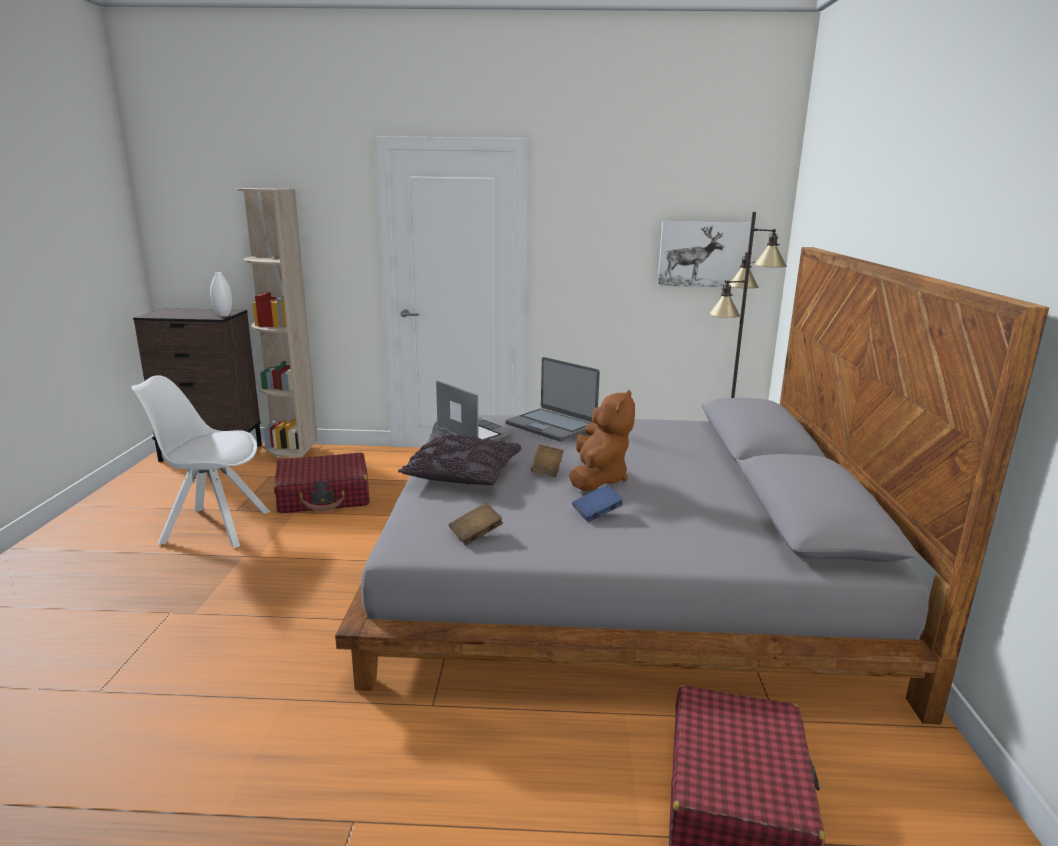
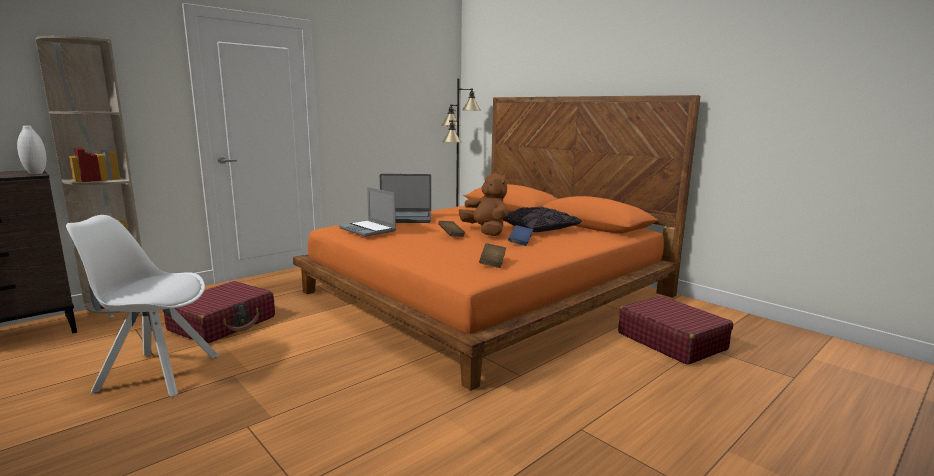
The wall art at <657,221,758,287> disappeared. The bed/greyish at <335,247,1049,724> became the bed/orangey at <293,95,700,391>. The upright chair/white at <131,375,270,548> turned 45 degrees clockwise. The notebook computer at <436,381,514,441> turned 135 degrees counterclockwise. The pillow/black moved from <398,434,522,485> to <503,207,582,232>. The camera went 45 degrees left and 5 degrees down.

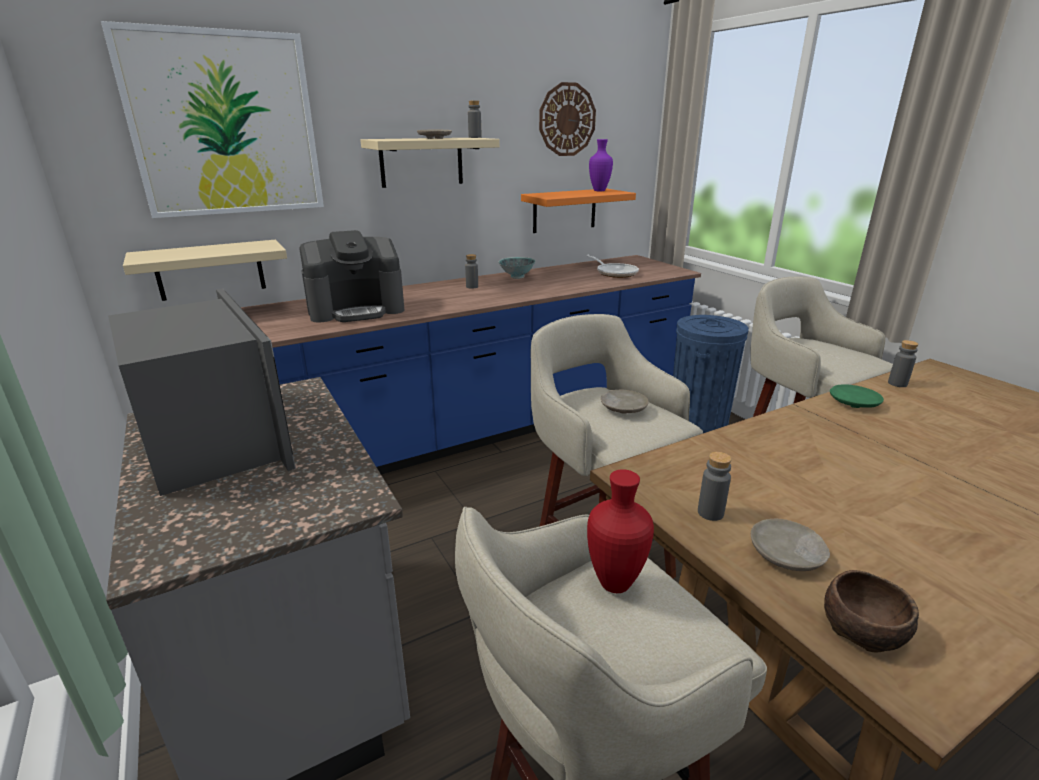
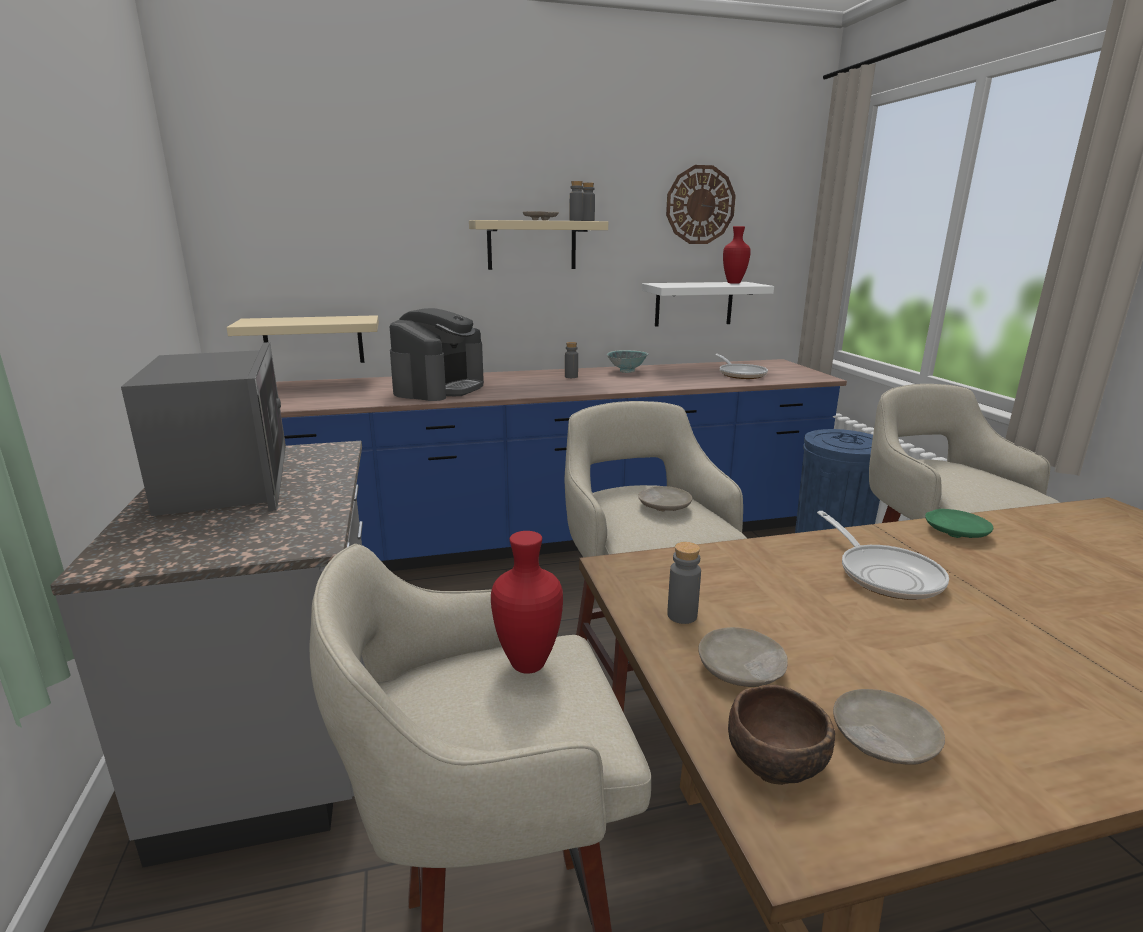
The wall art at <101,21,324,218> disappeared. The decorative vase/purple at <589,139,613,191> became the decorative vase/red at <723,226,751,284>. The shelf/orangey at <521,189,636,233> became the shelf/white at <642,282,774,326>. The coffee machine at <299,230,405,322> turned 60 degrees counterclockwise. The bottle/greyish moved from <888,340,919,387> to <570,181,584,221>. The skillet at <817,511,949,600> appeared. The dinner plate/beige-coloured at <833,689,945,765> appeared. The camera went 15 degrees right and 5 degrees down.

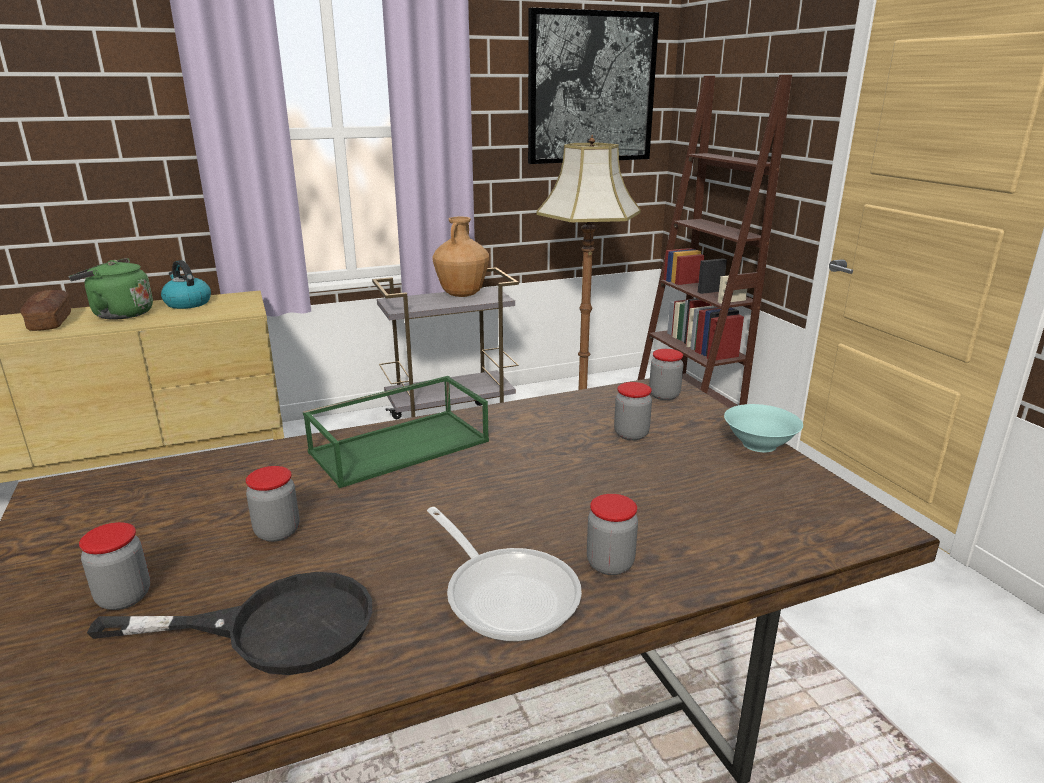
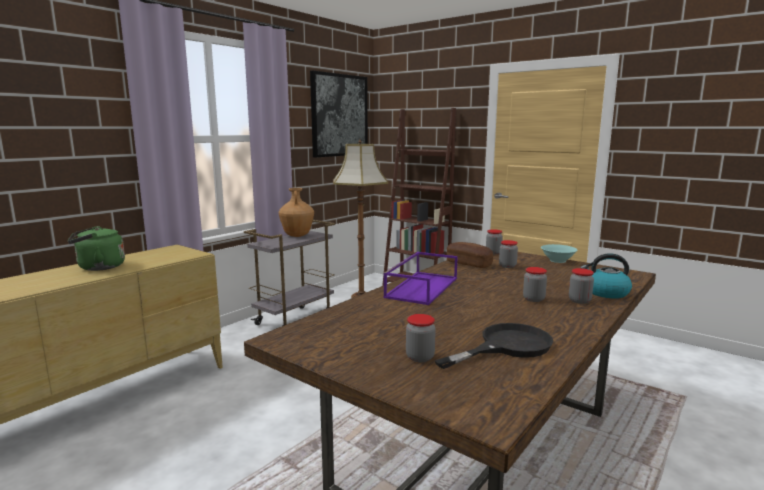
The kettle moved from <161,260,211,309> to <580,253,632,299>. The bread moved from <20,290,71,331> to <447,242,493,268>. The carrying tray/green-coloured at <303,376,489,488> became the carrying tray/purple at <384,252,458,305>. The jar moved from <246,466,300,542> to <523,267,547,302>. The skillet at <427,507,582,641> disappeared. The camera went 30 degrees left and 10 degrees down.

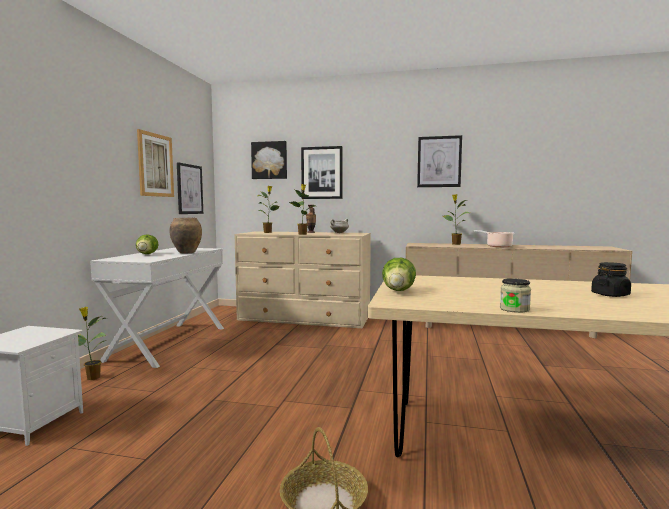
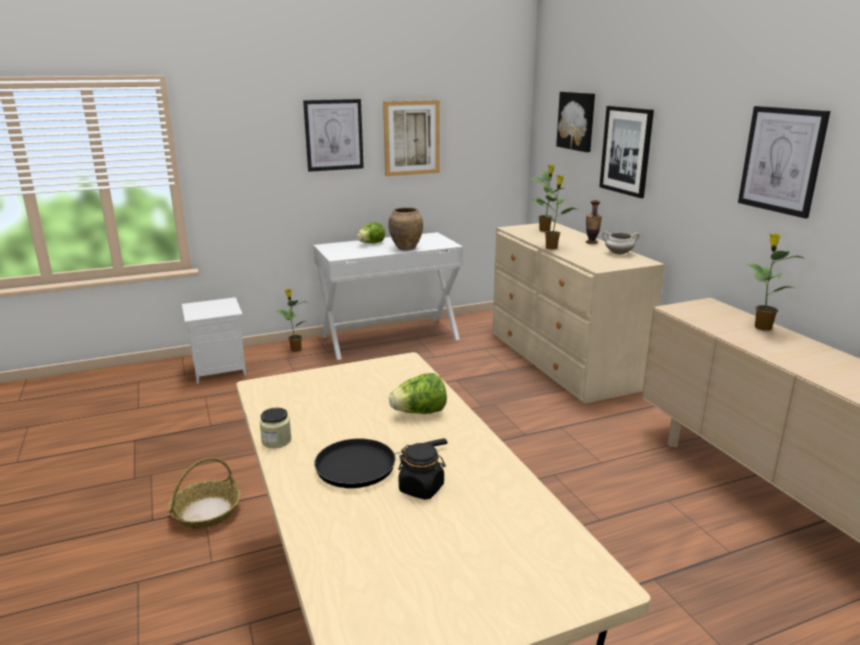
The wall art moved from <177,162,203,214> to <303,99,364,172>. The stockpot at <474,230,514,247> disappeared. The head of lettuce moved from <382,258,416,291> to <389,373,447,414>. The skillet/black at <314,438,447,488> appeared. The camera went 55 degrees right and 15 degrees up.

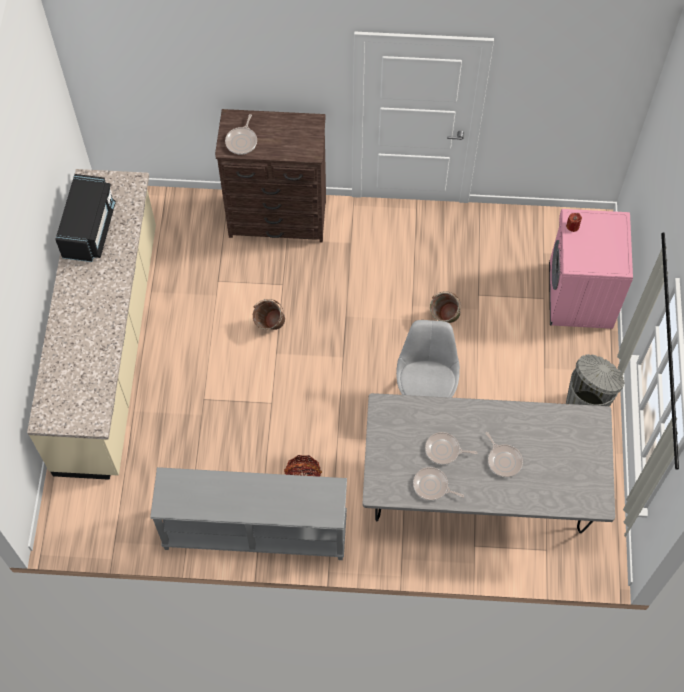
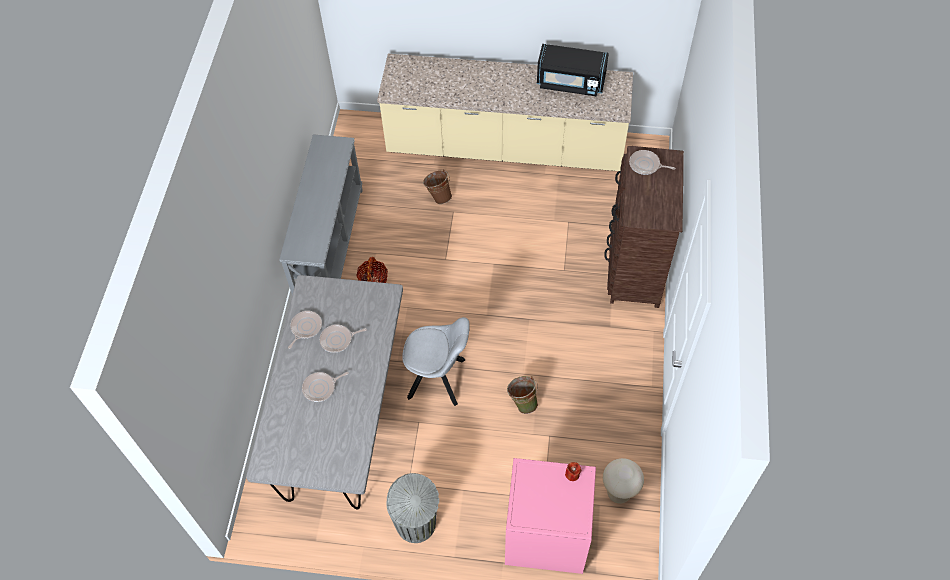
The bucket/brown moved from <253,299,285,330> to <423,169,452,204>. The skillet at <425,432,477,465> turned 120 degrees counterclockwise. The sitting stool/beige-coloured at <603,458,644,504> appeared. The camera went 95 degrees right and 5 degrees down.

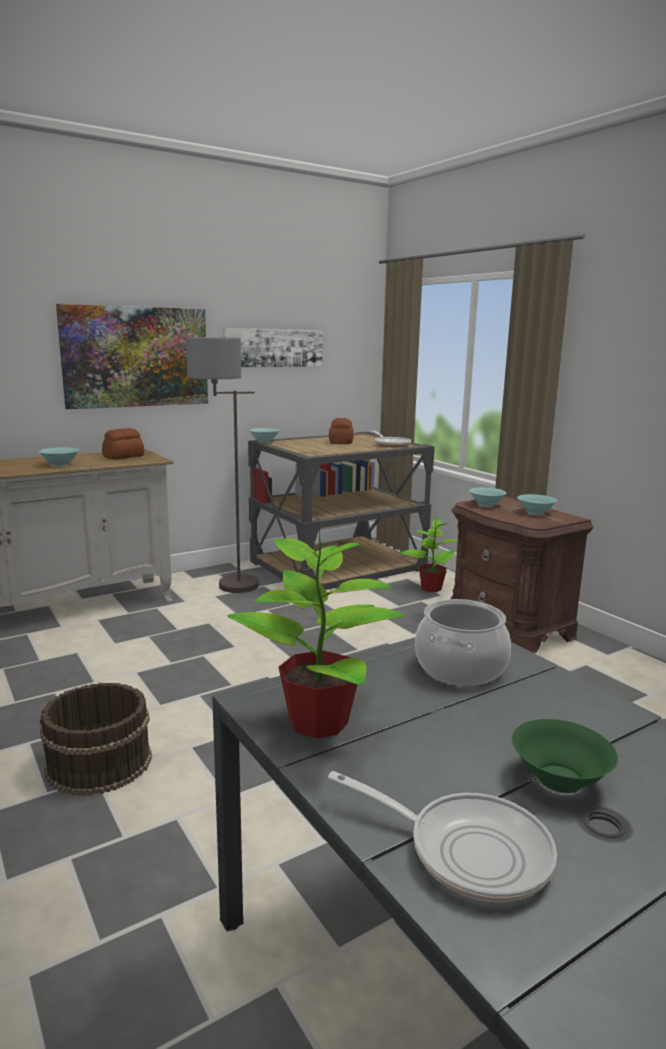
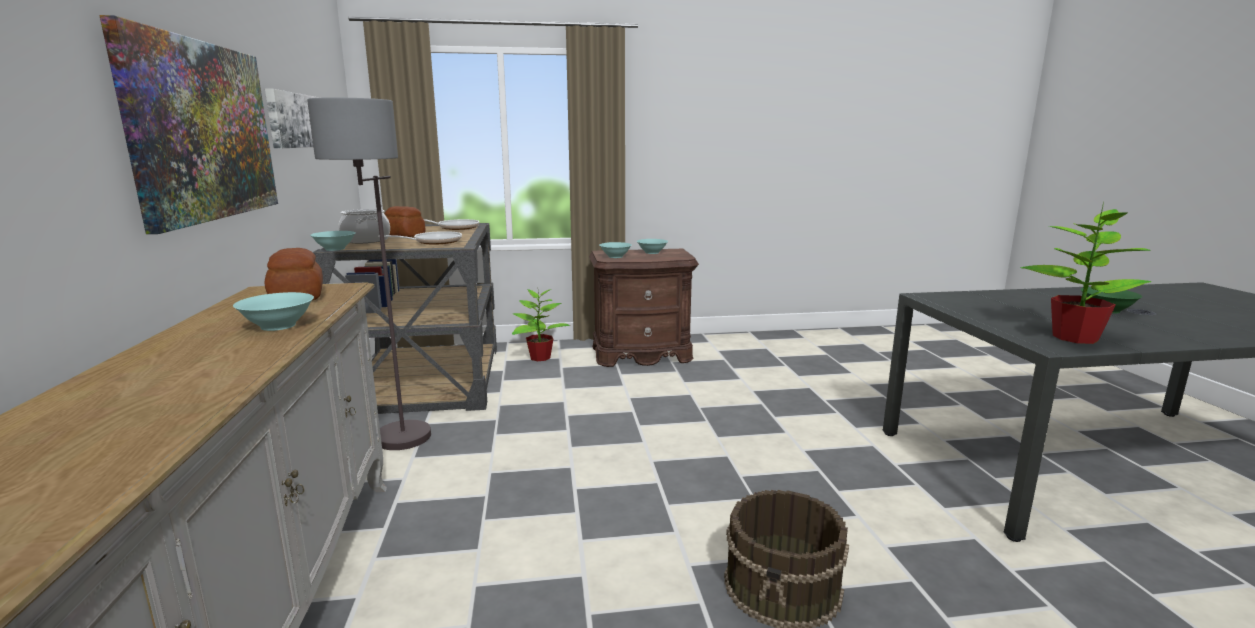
The stockpot moved from <415,599,511,685> to <338,209,390,243>. The skillet moved from <328,771,557,902> to <378,231,462,245>. The camera went 65 degrees left and 0 degrees up.

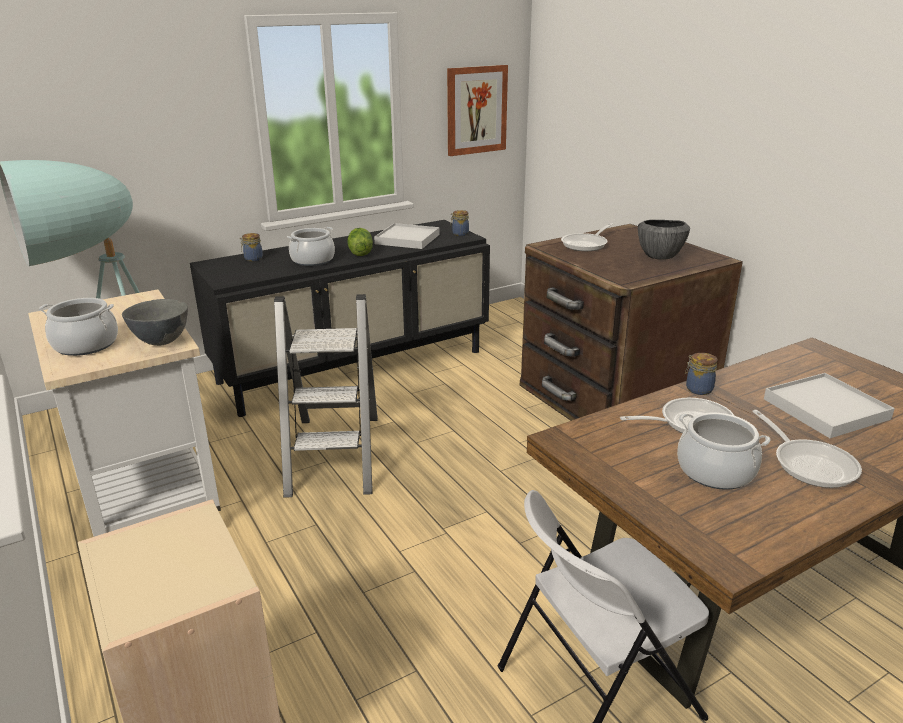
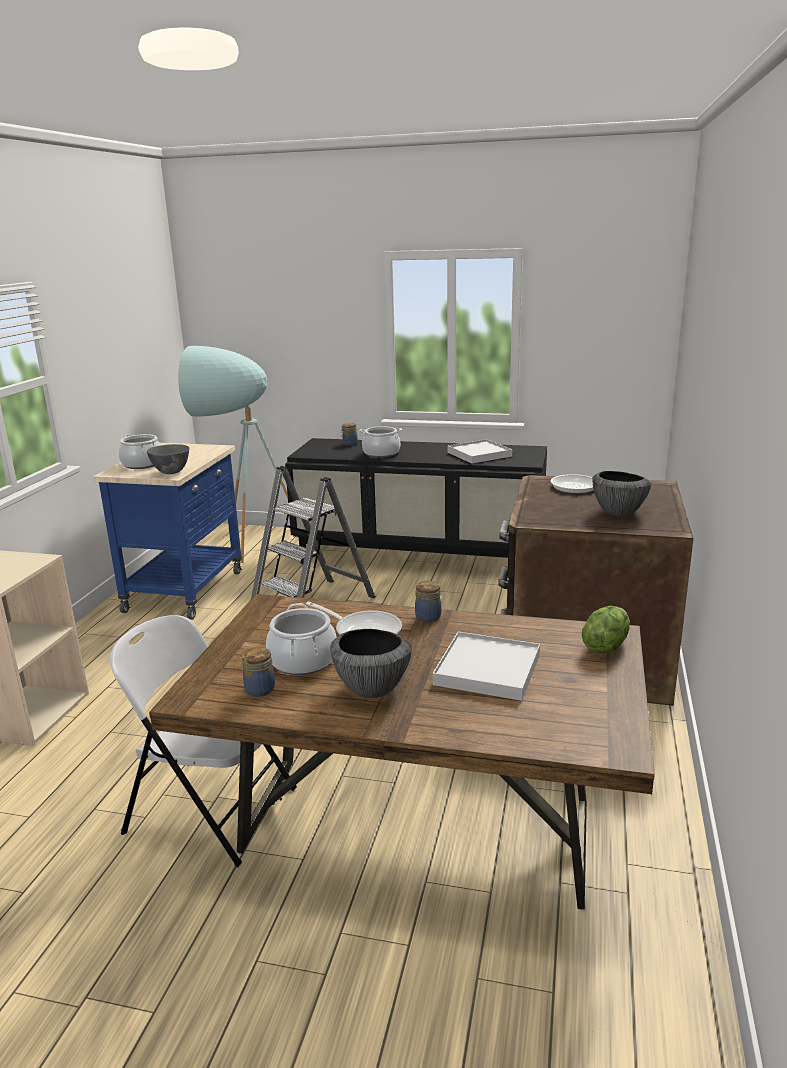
The wall art at <447,65,508,156> disappeared. The jar moved from <450,210,469,236> to <242,647,275,697>. The head of lettuce moved from <347,228,373,256> to <582,606,630,653>. The wheeled cart/white at <28,289,221,537> became the wheeled cart/blue-coloured at <93,443,242,619>. The skillet at <752,410,862,488> was replaced by the bowl at <330,629,412,698>. The camera went 45 degrees right and 5 degrees down.

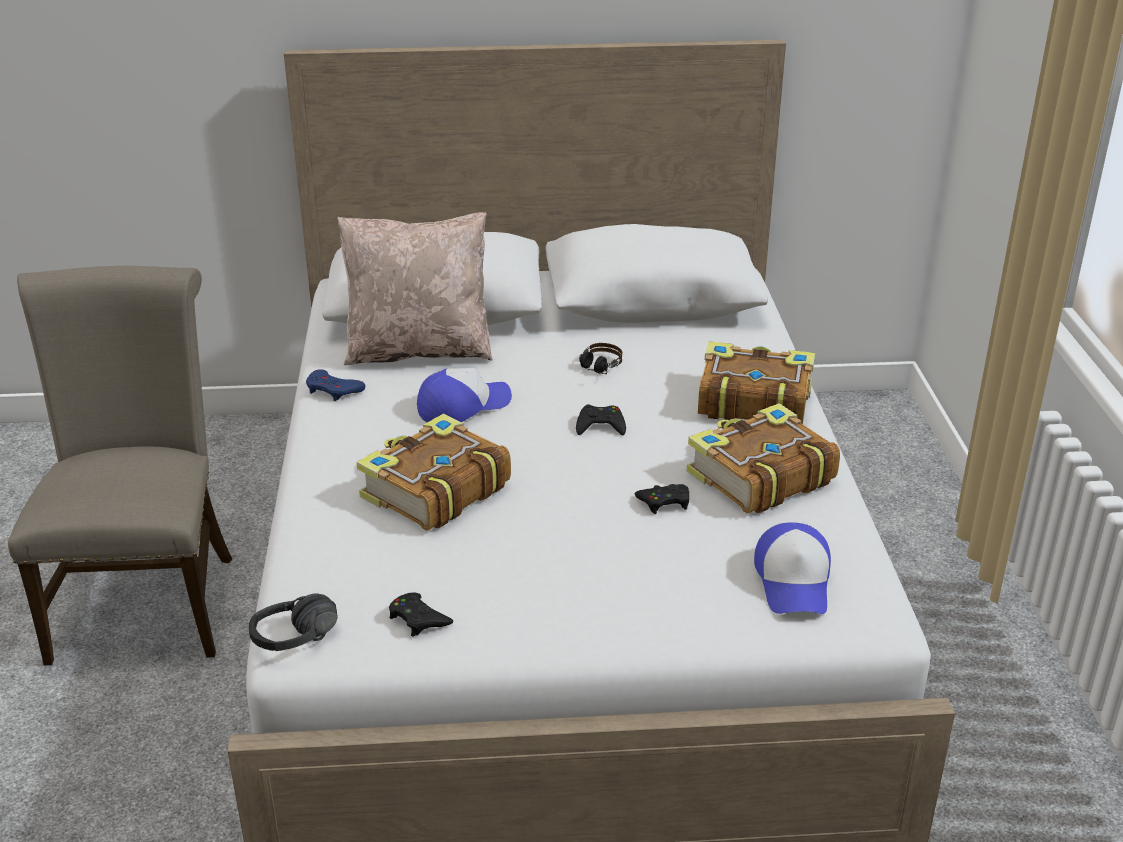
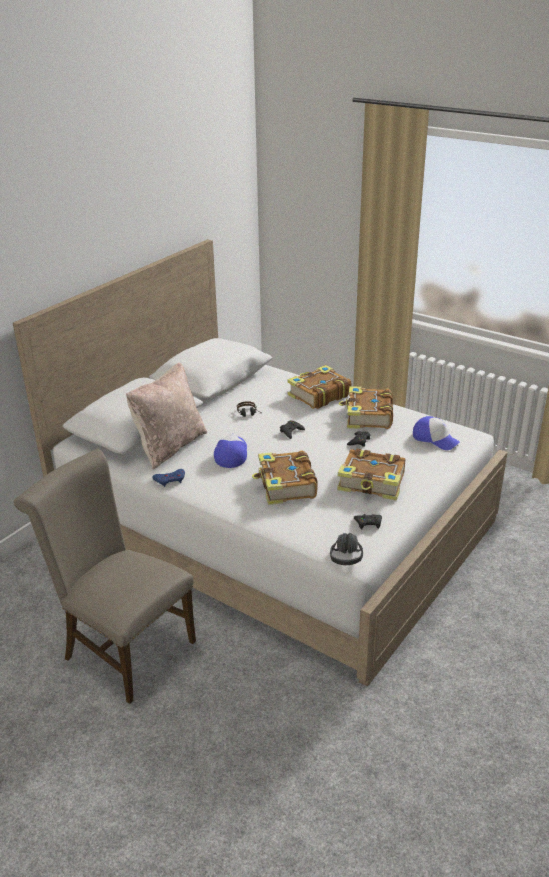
The volume at <337,448,405,501> appeared. The camera went 50 degrees left and 0 degrees up.

